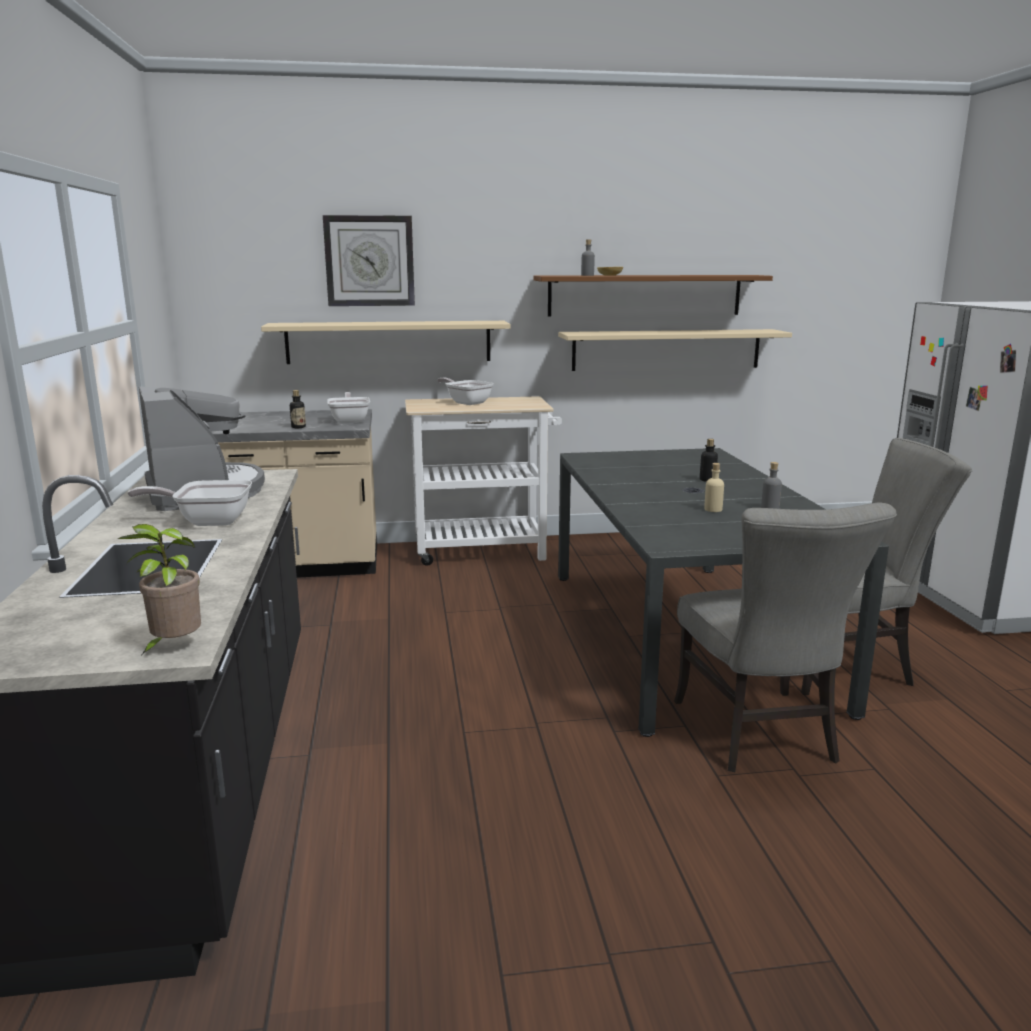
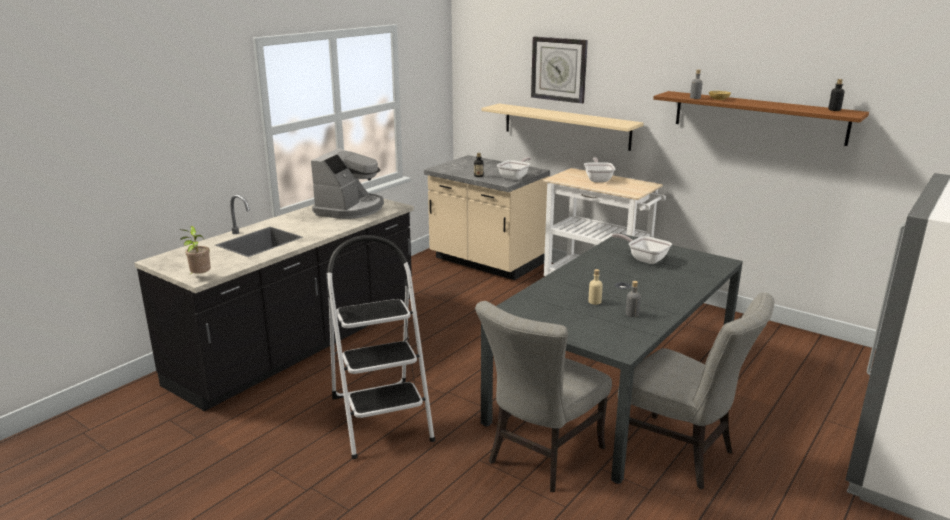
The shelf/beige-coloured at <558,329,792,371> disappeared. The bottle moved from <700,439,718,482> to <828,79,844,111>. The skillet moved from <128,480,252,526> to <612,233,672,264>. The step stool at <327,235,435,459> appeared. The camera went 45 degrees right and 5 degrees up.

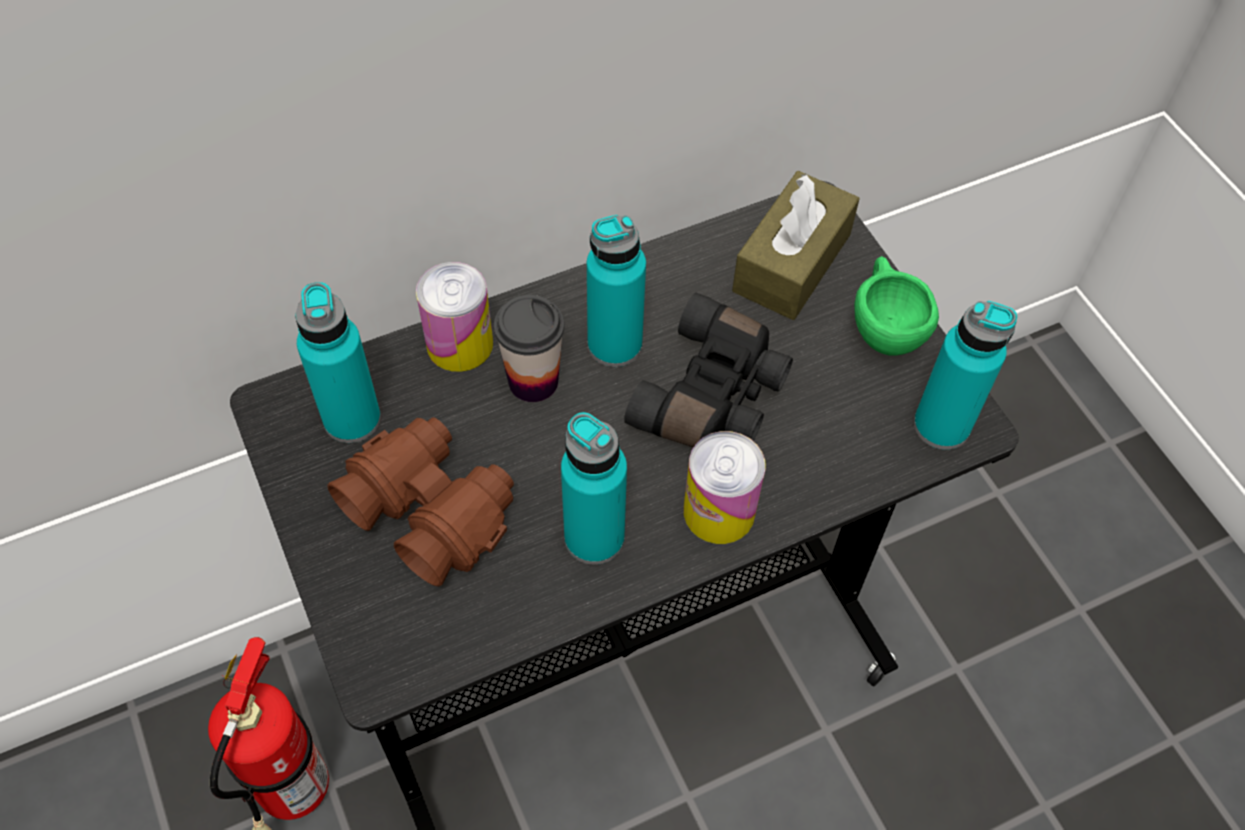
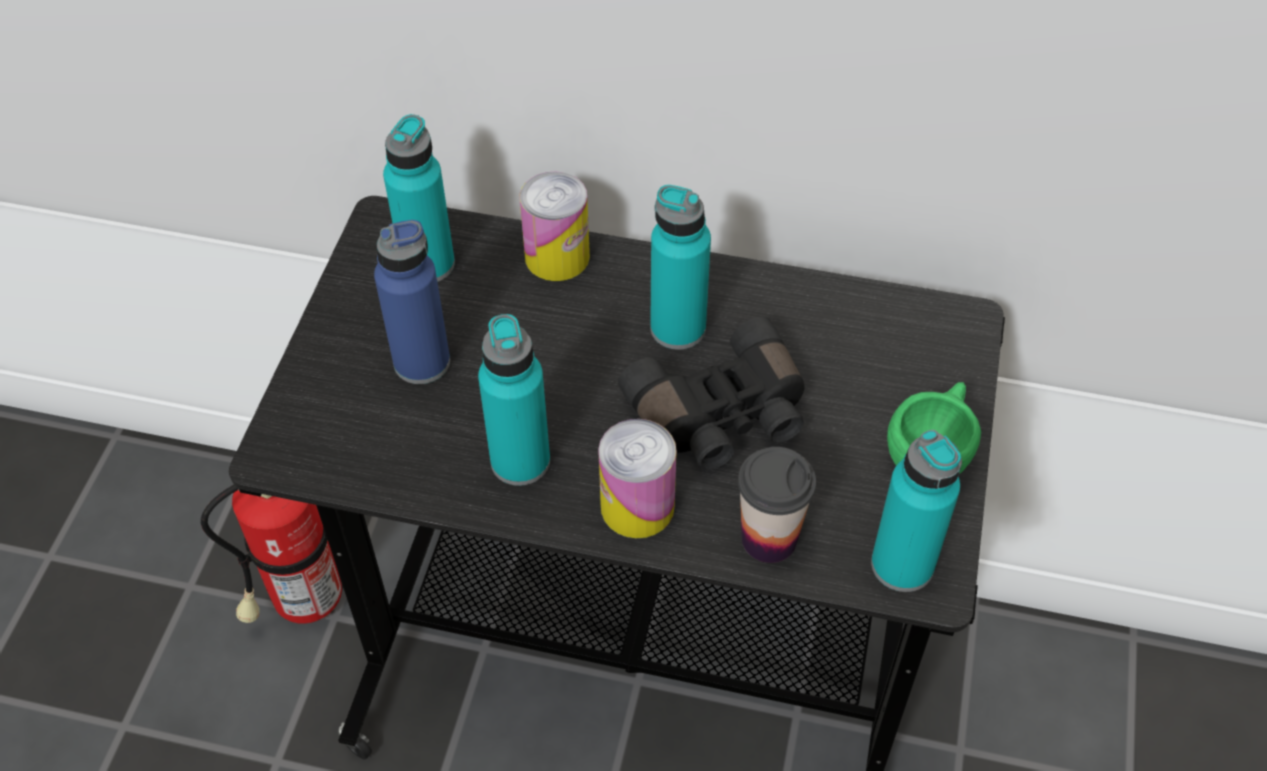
The box of tissues/brown at <732,171,860,320> disappeared. The drinking cup moved from <494,295,565,402> to <738,447,816,563>. The field glasses/brown at <327,417,514,587> was replaced by the bottle/blue-coloured at <374,220,450,384>. The camera went 40 degrees right and 5 degrees down.

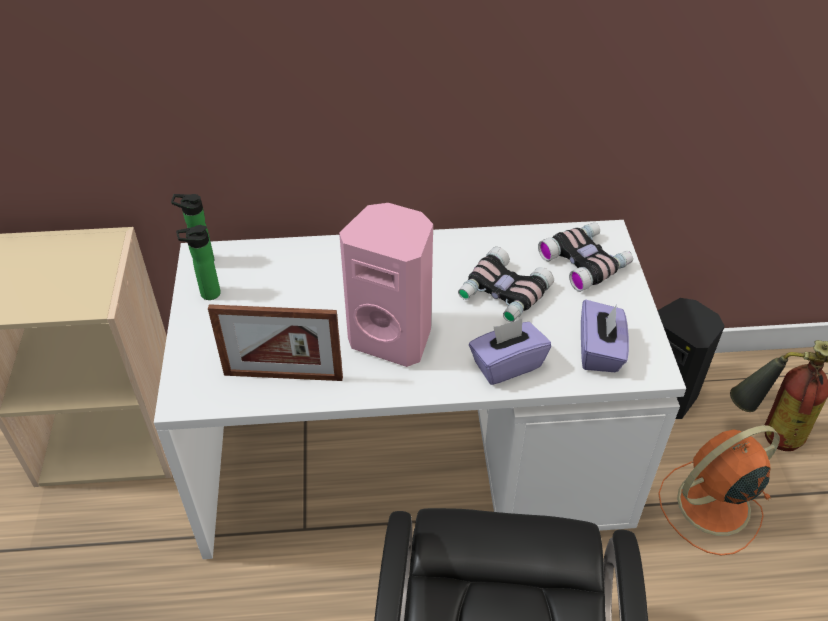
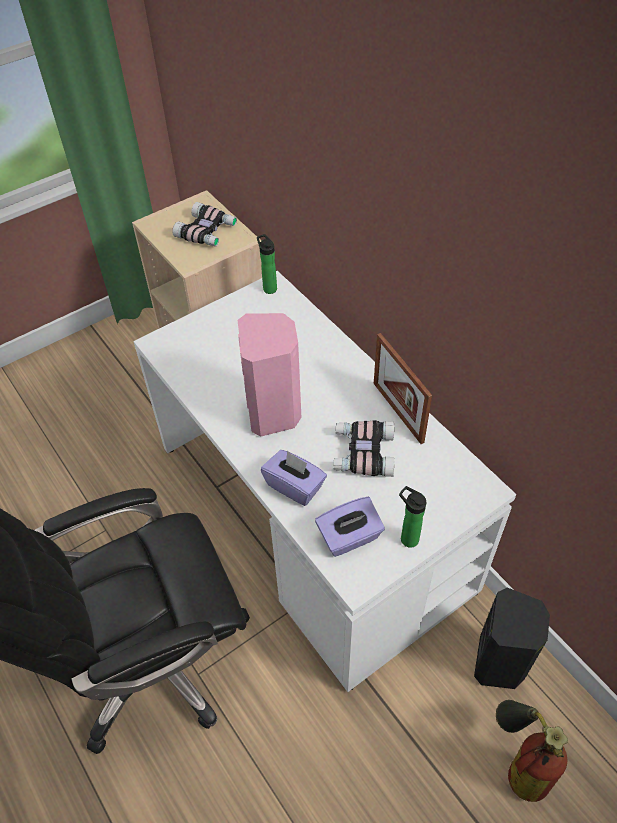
The field glasses moved from <538,222,633,292> to <172,202,237,246>. The bottle moved from <176,225,221,300> to <399,486,426,548>. The photo frame moved from <208,304,343,381> to <374,333,432,444>. The electric fan/orangey at <658,425,780,556> disappeared. The camera went 60 degrees right and 5 degrees up.

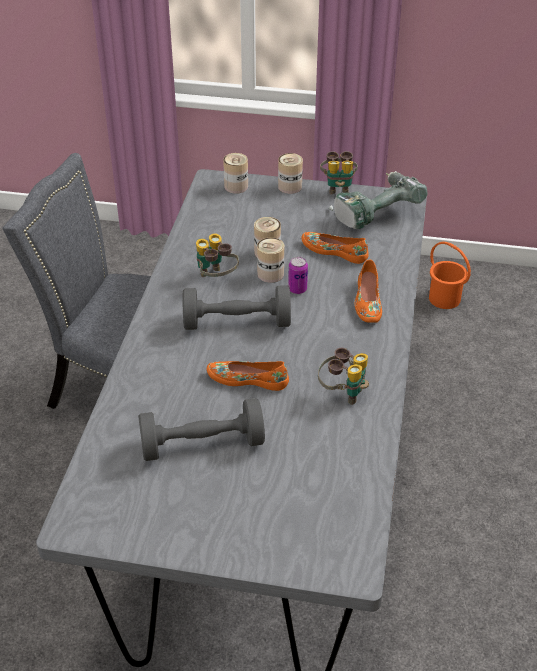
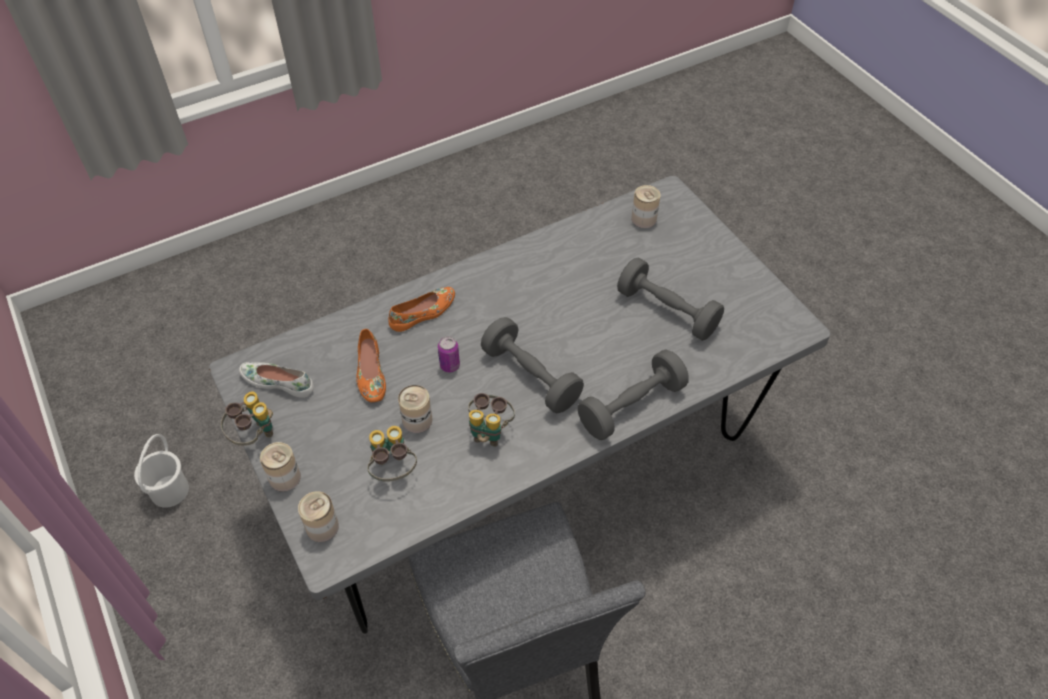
The power drill at <329,171,427,229> was replaced by the item of footwear/white at <239,362,314,398>. The sealed can moved from <257,238,284,283> to <631,185,660,228>. The bucket/orangey at <429,242,471,309> became the bucket/white at <134,434,189,508>. The field glasses moved from <318,348,369,405> to <367,426,417,482>. The item of footwear/orangey at <207,361,289,391> disappeared. The hand weight/greyish at <578,349,689,440> appeared. The camera went 130 degrees left and 10 degrees up.

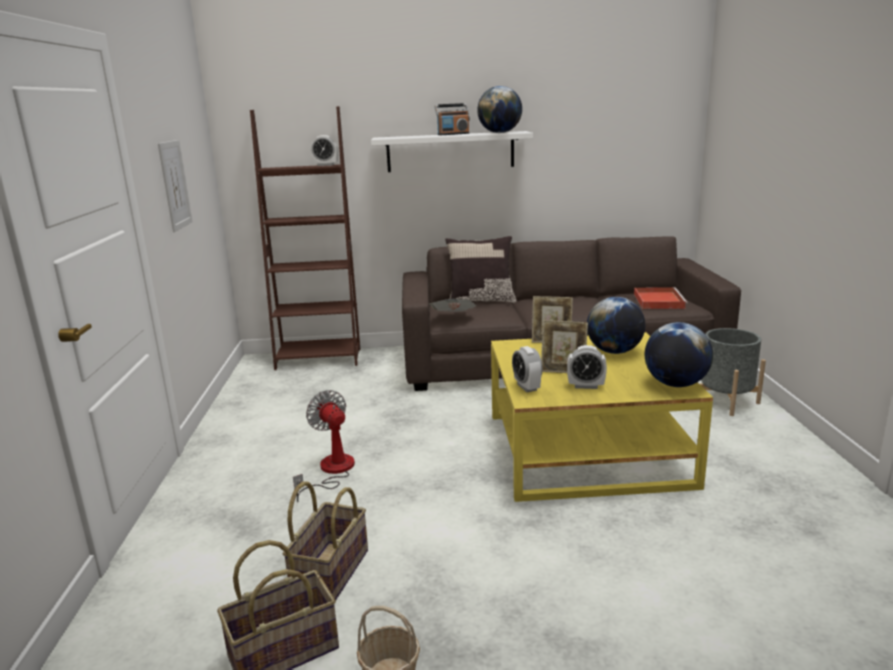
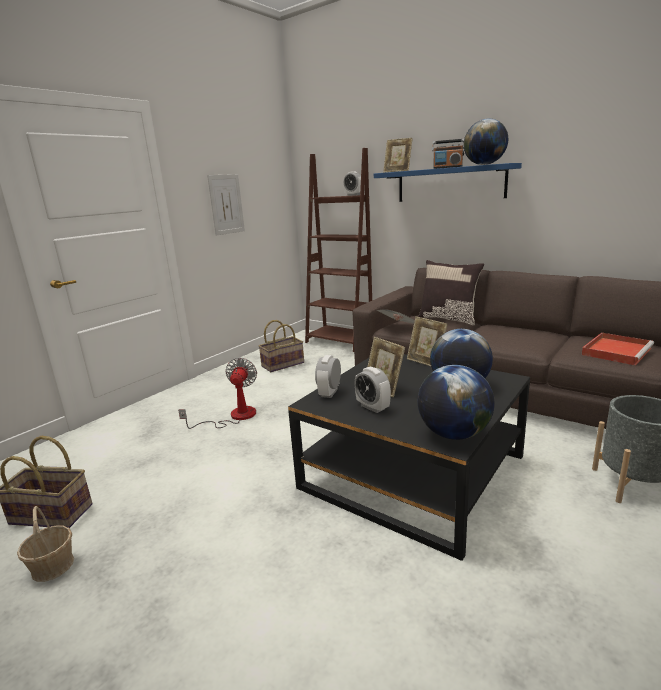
The shelf/white at <371,131,533,172> became the shelf/blue-coloured at <374,163,522,202>. The low table/yellow-coloured at <491,332,713,502> became the low table/black at <288,354,530,561>. The storage basket moved from <283,481,368,600> to <258,320,304,372>. The photo frame at <383,138,413,172> appeared. The camera went 40 degrees right and 0 degrees up.

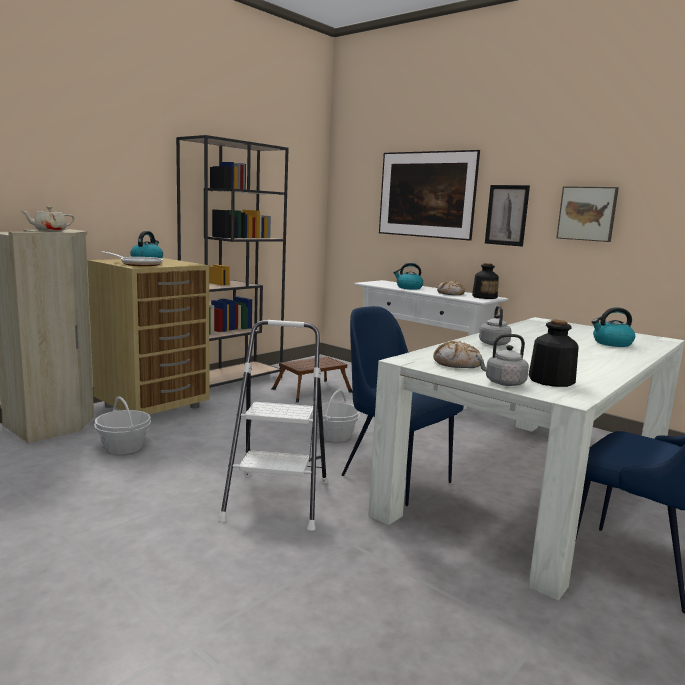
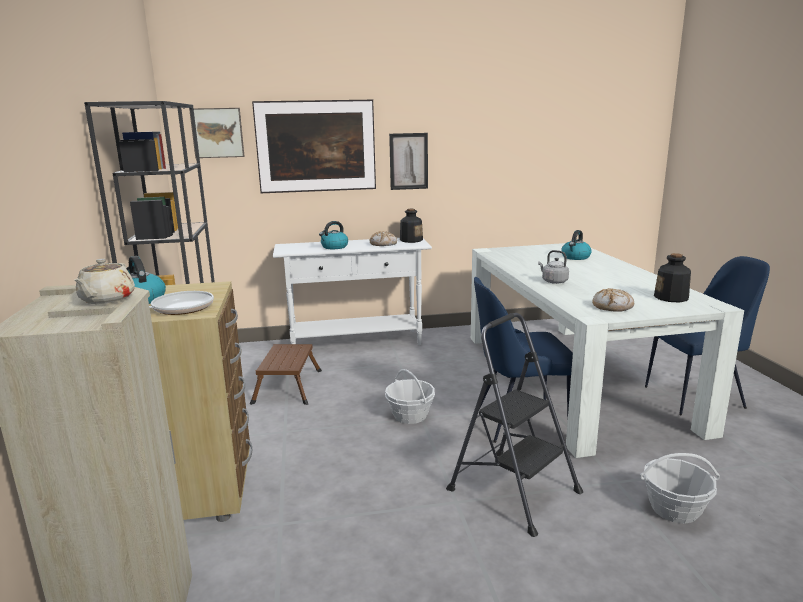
The wall art moved from <556,186,619,242> to <189,108,245,158>. The step stool/white at <218,320,328,531> became the step stool/black at <446,313,583,537>. The kettle/greyish at <476,334,529,386> disappeared. The storage basket moved from <94,396,151,454> to <640,453,720,524>. The camera went 50 degrees left and 5 degrees up.

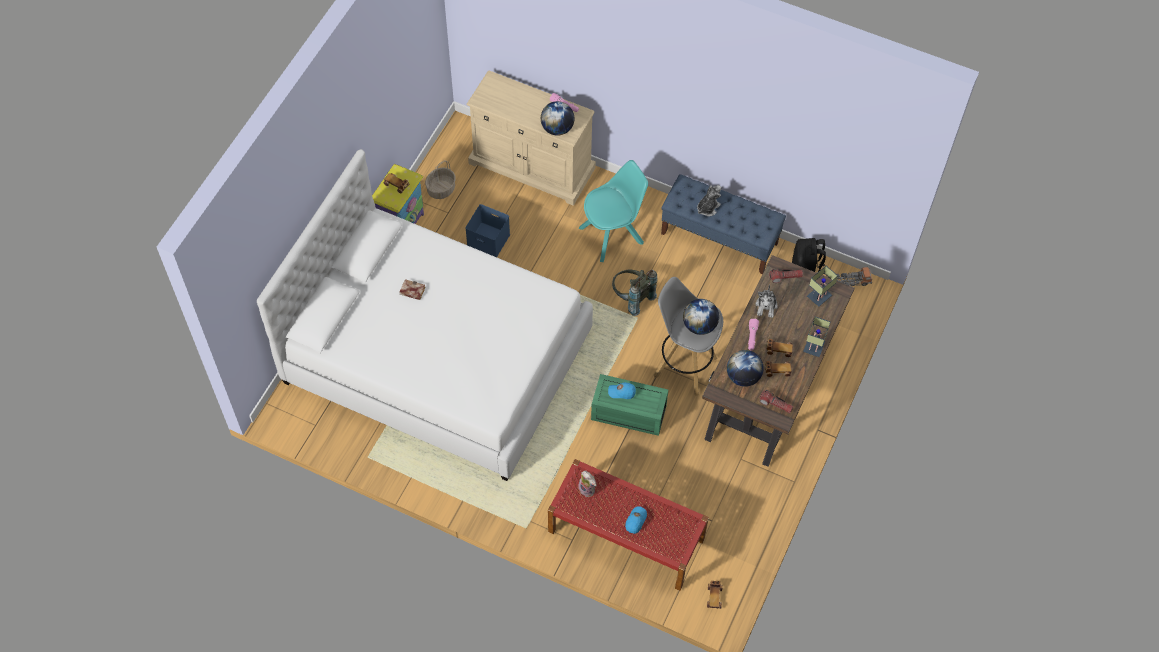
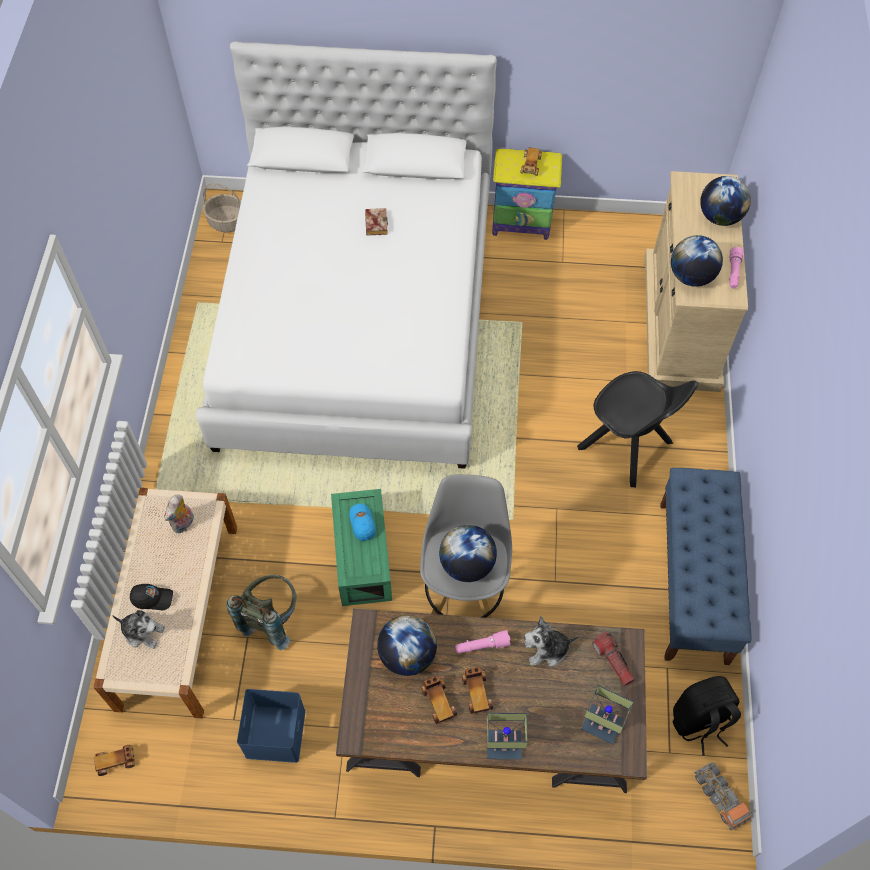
The storage basket moved from <425,160,456,199> to <203,183,241,233>. The upright chair/turquoise-coloured at <578,160,648,262> became the upright chair/black at <577,371,698,487>. The plush toy moved from <697,185,721,216> to <112,610,165,649>. The storage box/blue-coloured moved from <465,204,510,257> to <237,689,306,763>. The backpack/greyish moved from <612,269,658,316> to <226,575,297,650>. The hand torch at <759,390,793,413> disappeared. The bench/red at <548,459,709,591> became the bench/beige-coloured at <93,488,237,719>. The cap/blue-coloured at <625,506,647,534> became the cap/black at <130,584,173,610>. The world globe at <700,176,751,226> appeared. The camera went 70 degrees right and 0 degrees up.

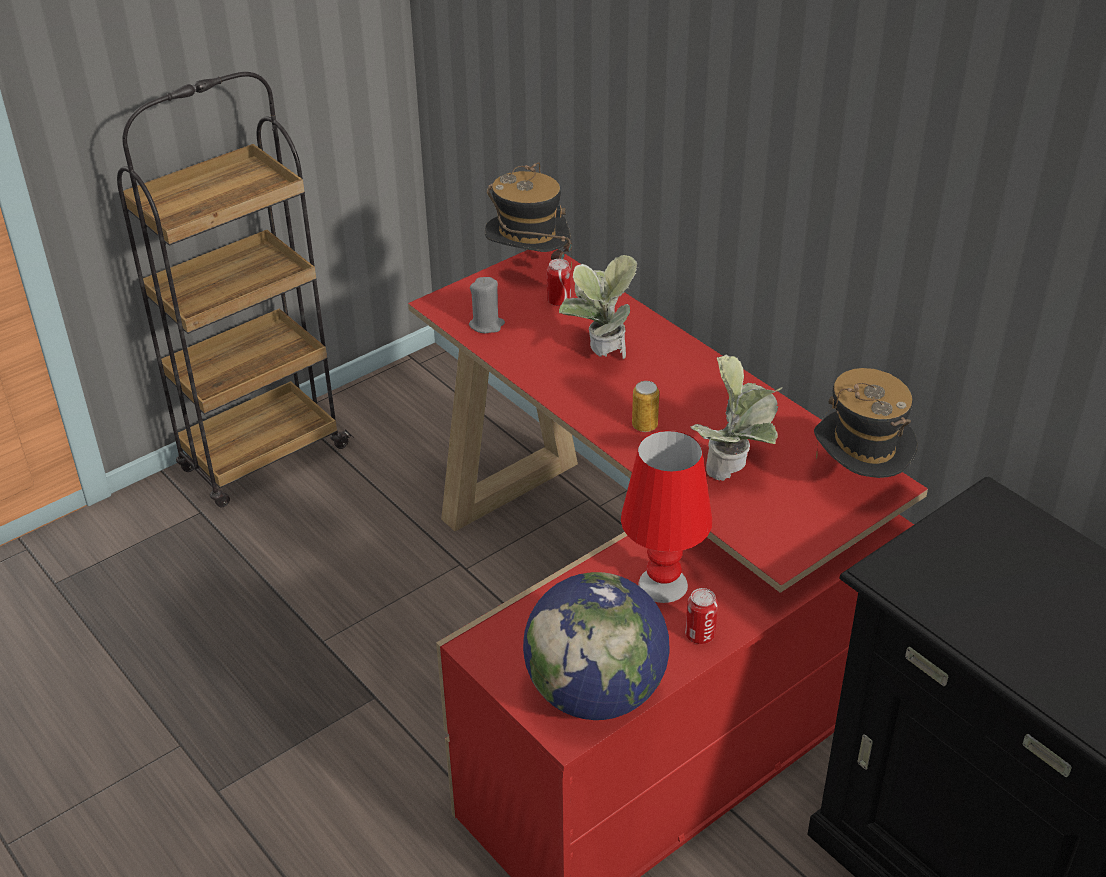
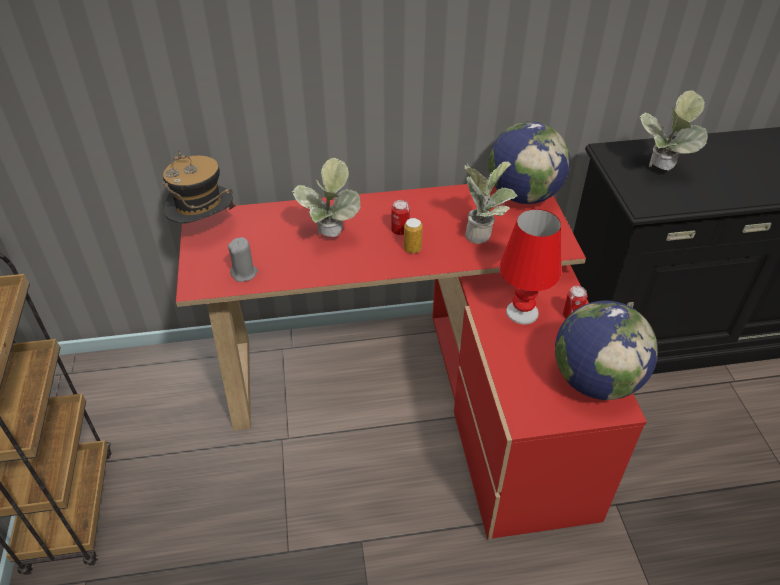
The sealed can moved from <547,259,571,306> to <391,200,410,235>. The clothing hat at <814,368,918,478> was replaced by the world globe at <488,121,570,204>. The plant in a pot at <639,90,708,170> appeared. The camera went 60 degrees left and 5 degrees up.

